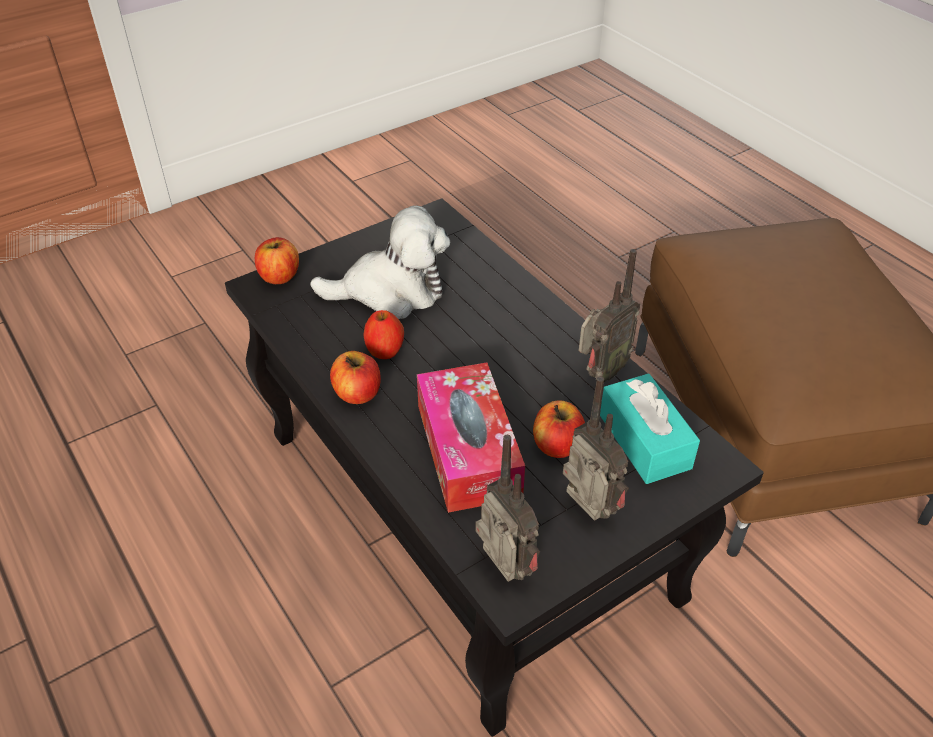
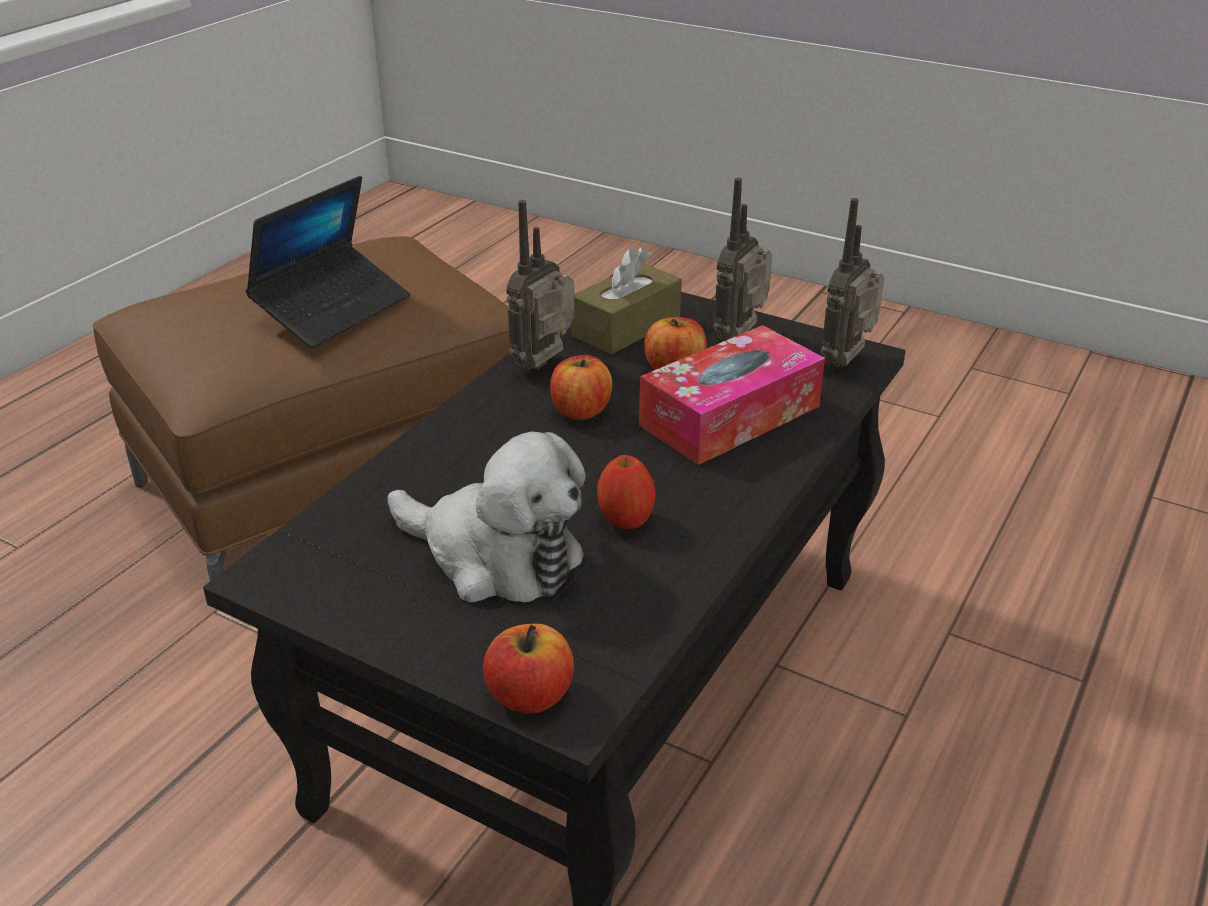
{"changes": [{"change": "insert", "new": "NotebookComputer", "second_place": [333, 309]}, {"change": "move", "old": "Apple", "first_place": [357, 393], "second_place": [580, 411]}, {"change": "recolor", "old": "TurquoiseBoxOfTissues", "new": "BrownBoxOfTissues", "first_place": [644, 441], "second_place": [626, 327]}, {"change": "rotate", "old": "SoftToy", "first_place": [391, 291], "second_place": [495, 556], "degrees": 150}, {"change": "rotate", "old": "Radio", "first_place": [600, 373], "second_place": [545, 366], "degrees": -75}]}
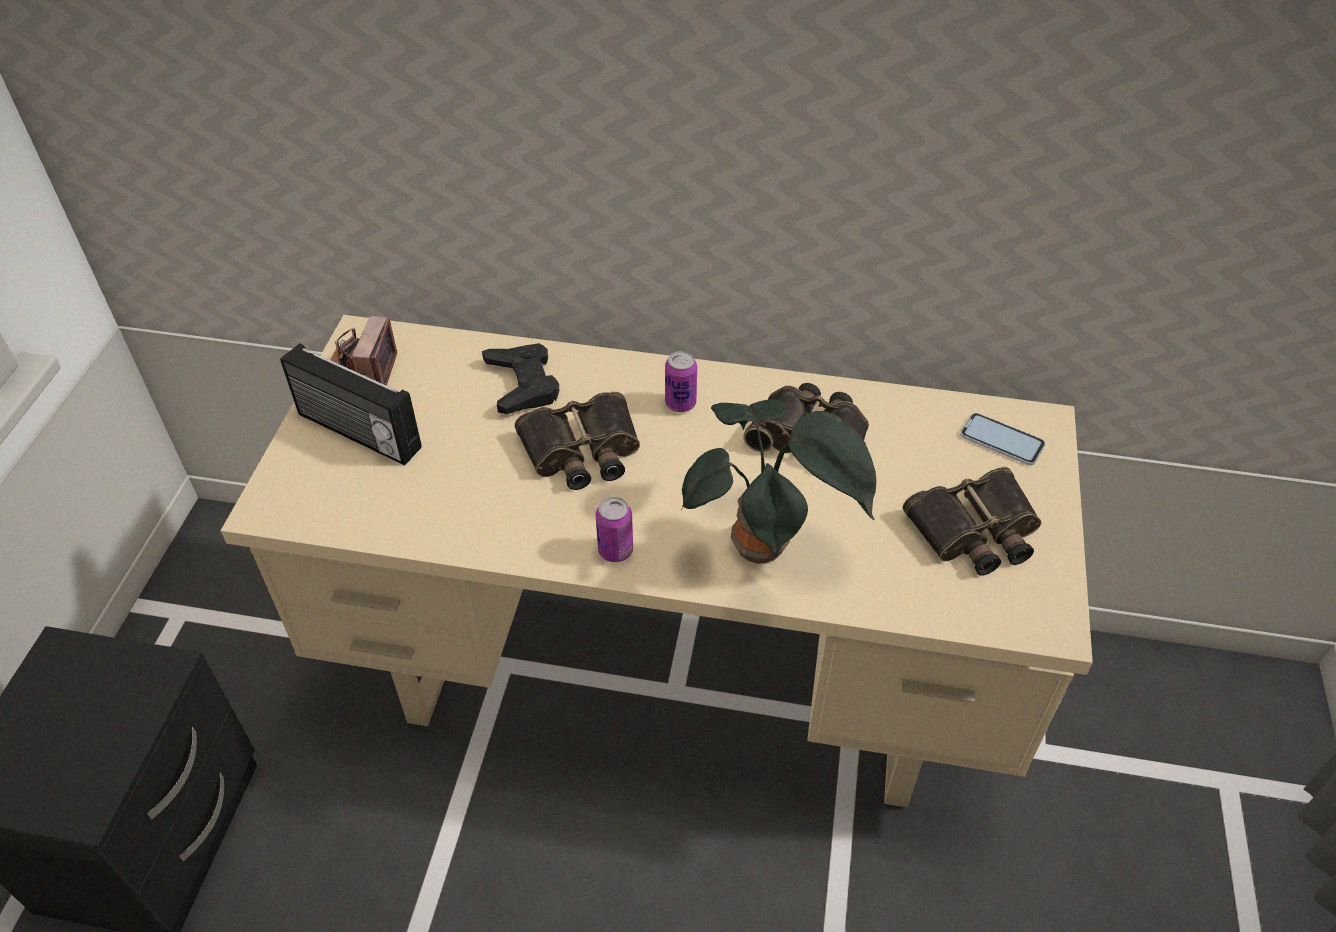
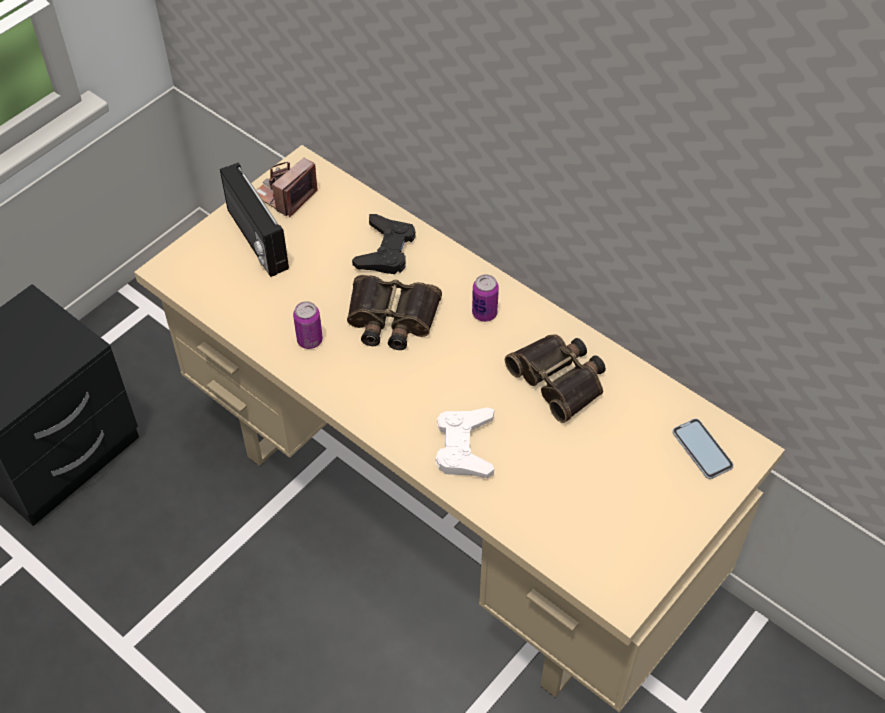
{"changes": [{"change": "delete", "old": "FieldGlasses", "first_place": [975, 532]}, {"change": "move", "old": "Can", "first_place": [615, 550], "second_place": [309, 340]}, {"change": "replace", "old": "PottedPlant", "new": "WhiteColouredJoypad", "first_place": [766, 548], "second_place": [465, 447]}]}
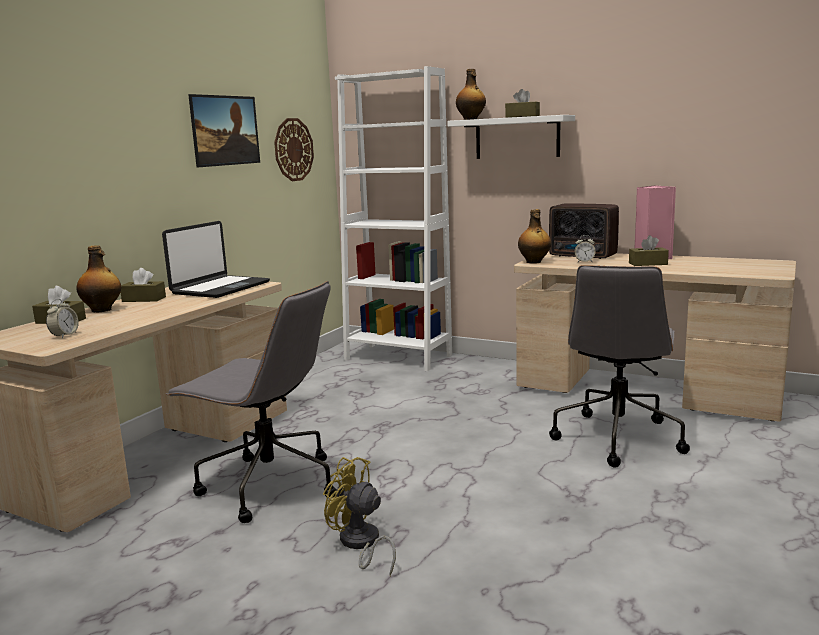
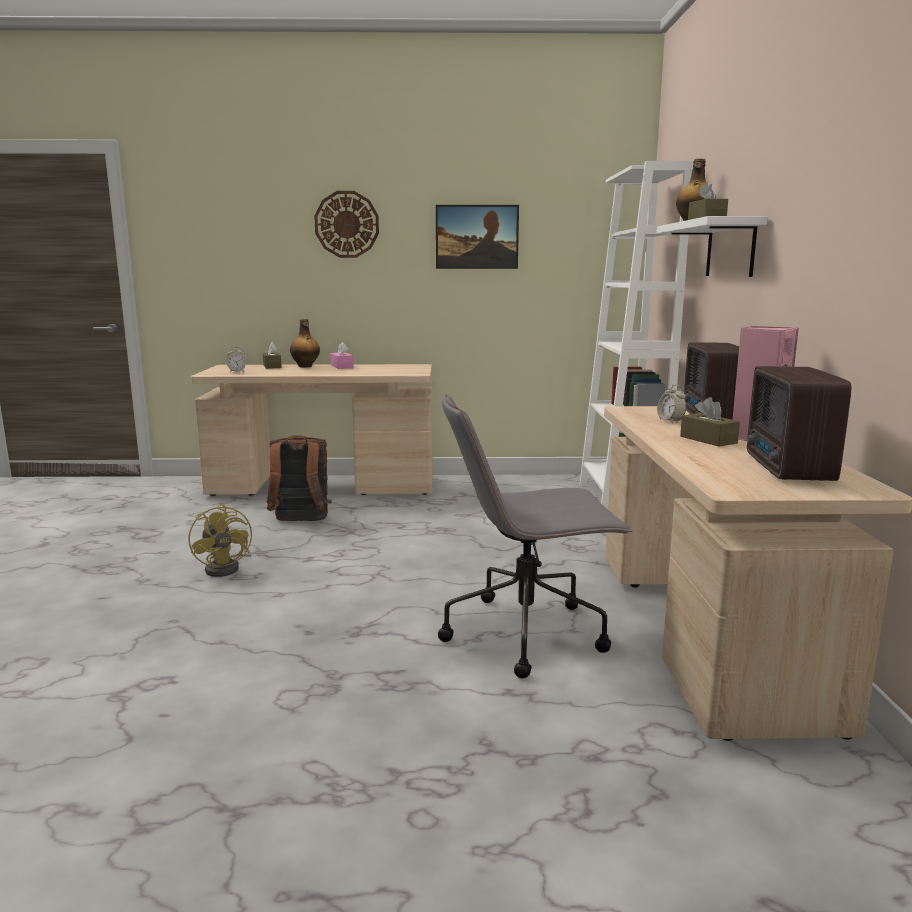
{"changes": [{"change": "delete", "old": "NotebookComputer", "first_place": [220, 288]}, {"change": "delete", "old": "BeverageBottle", "first_place": [534, 262]}, {"change": "insert", "new": "Radio", "second_place": [787, 469]}, {"change": "move", "old": "ClockOnTheWall", "first_place": [293, 149], "second_place": [347, 224]}, {"change": "replace", "old": "GreyishComputerChair", "new": "BrownKnapsack", "first_place": [267, 486], "second_place": [300, 522]}, {"change": "recolor", "old": "BrownBoxOfTissues", "new": "PinkBoxOfTissues", "first_place": [144, 299], "second_place": [342, 366]}, {"change": "rotate", "old": "YellowColouredElectricFan", "first_place": [360, 544], "second_place": [227, 568], "degrees": 150}]}
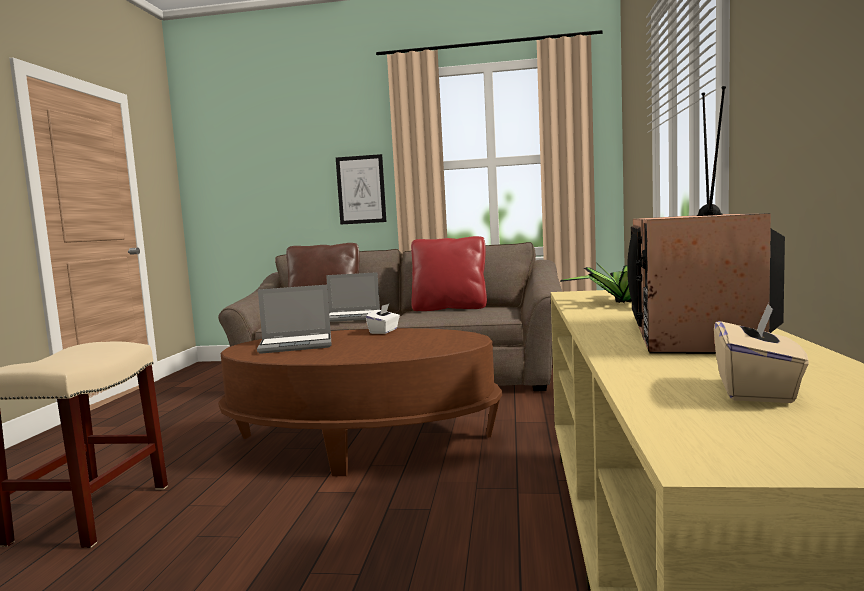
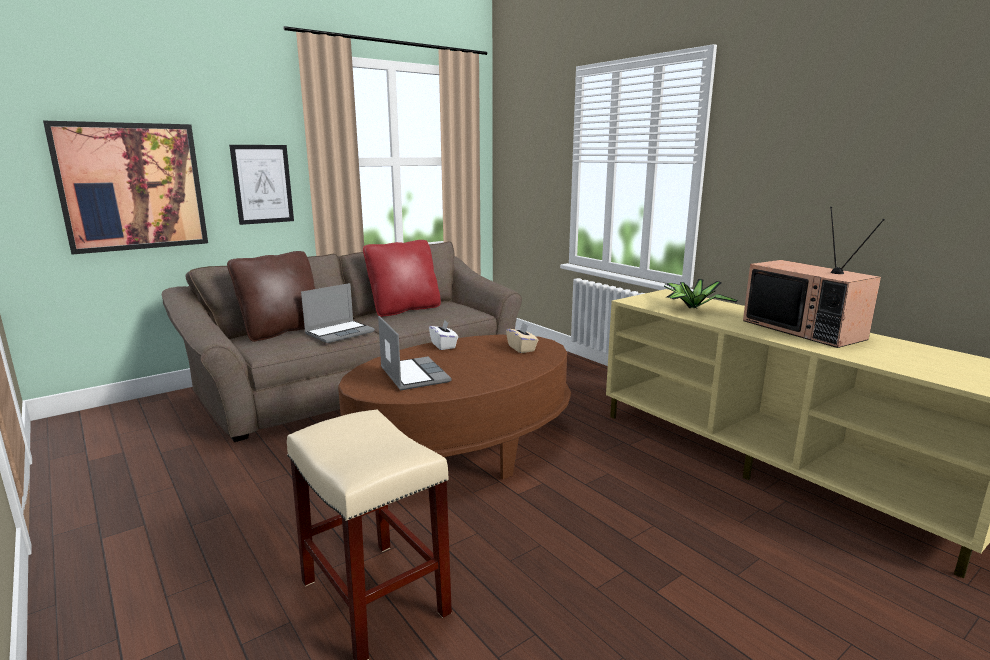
{"changes": [{"change": "insert", "new": "WallPicture", "second_place": [132, 187]}, {"change": "move", "old": "BeigeColouredBoxOfTissues", "first_place": [756, 390], "second_place": [521, 348]}, {"change": "rotate", "old": "NotebookComputer", "first_place": [297, 345], "second_place": [413, 375], "degrees": -60}]}
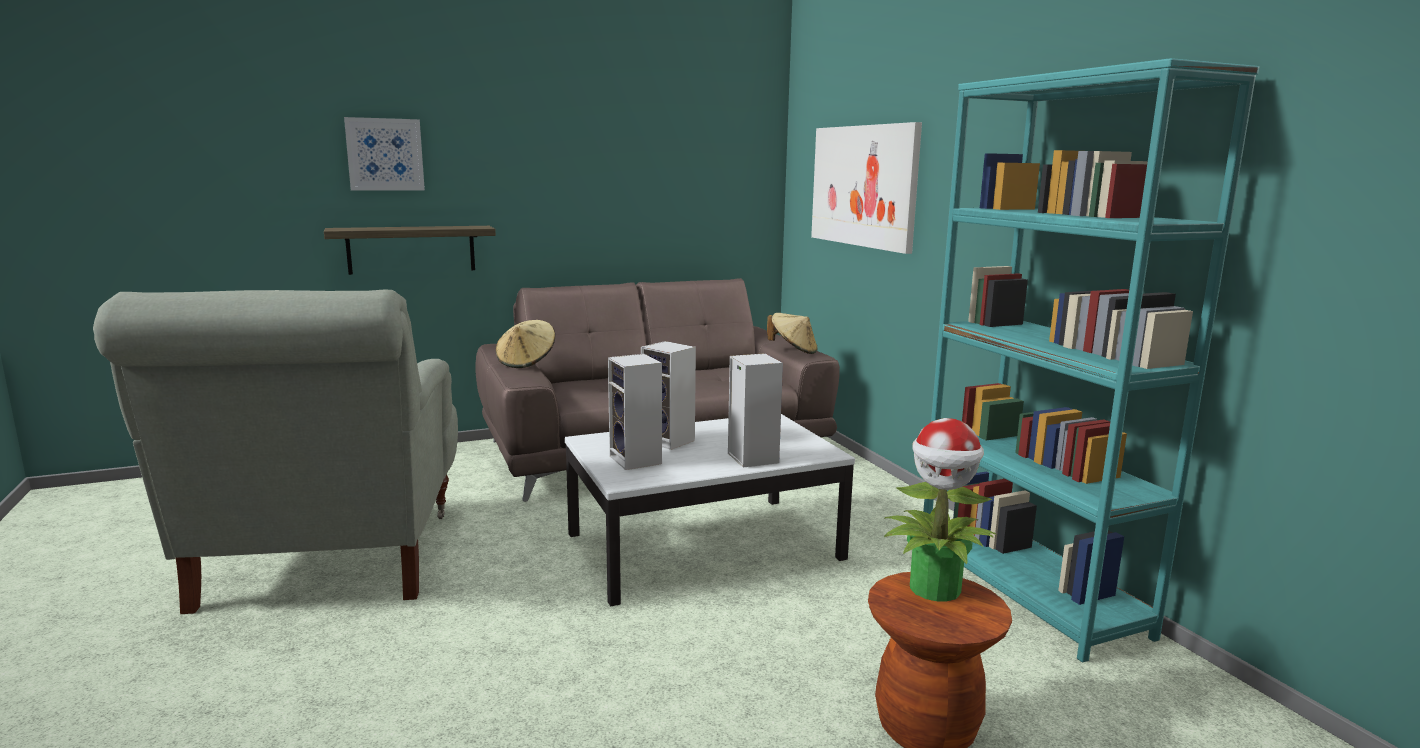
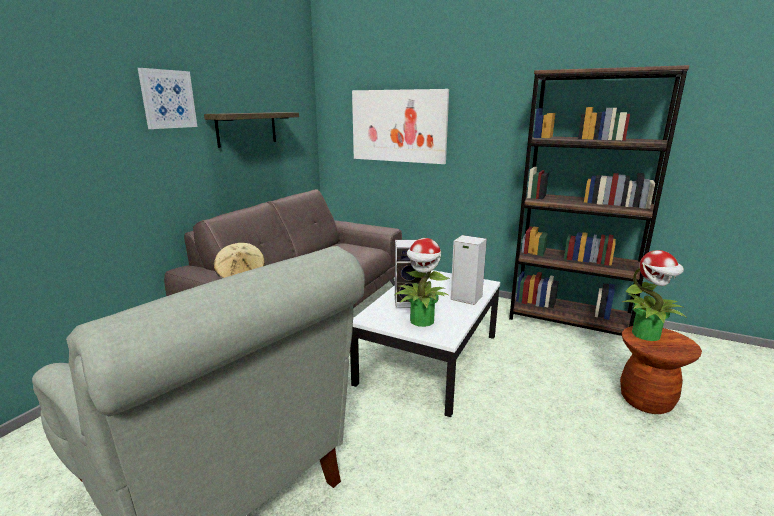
{"changes": [{"change": "delete", "old": "BeigeColouredHat", "first_place": [793, 351]}, {"change": "move", "old": "BracketShelf", "first_place": [411, 249], "second_place": [247, 128]}, {"change": "move", "old": "WallPicture", "first_place": [385, 154], "second_place": [168, 99]}, {"change": "replace", "old": "Loudspeaker", "new": "PottedPlant", "first_place": [637, 460], "second_place": [422, 321]}, {"change": "recolor", "old": "TurquoiseBookshelf", "new": "BrownBookshelf", "first_place": [1028, 591], "second_place": [568, 321]}]}
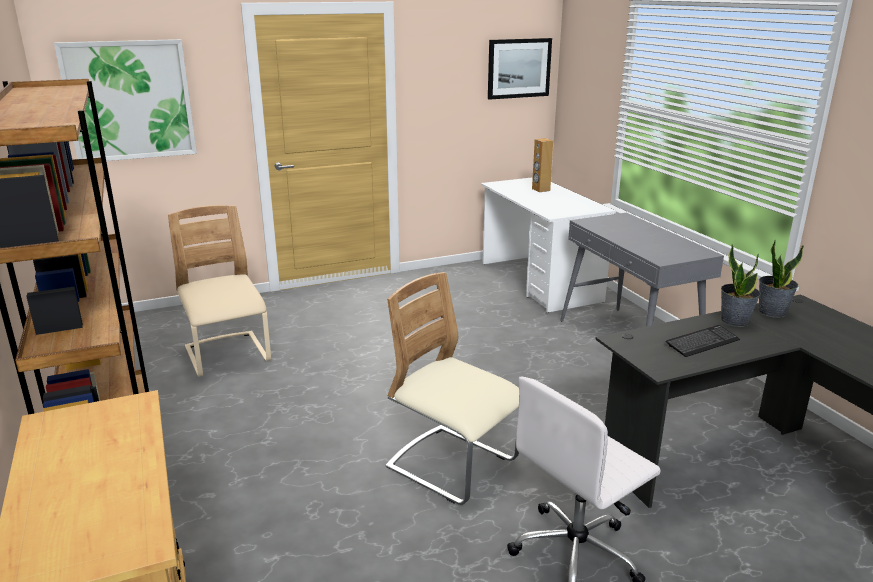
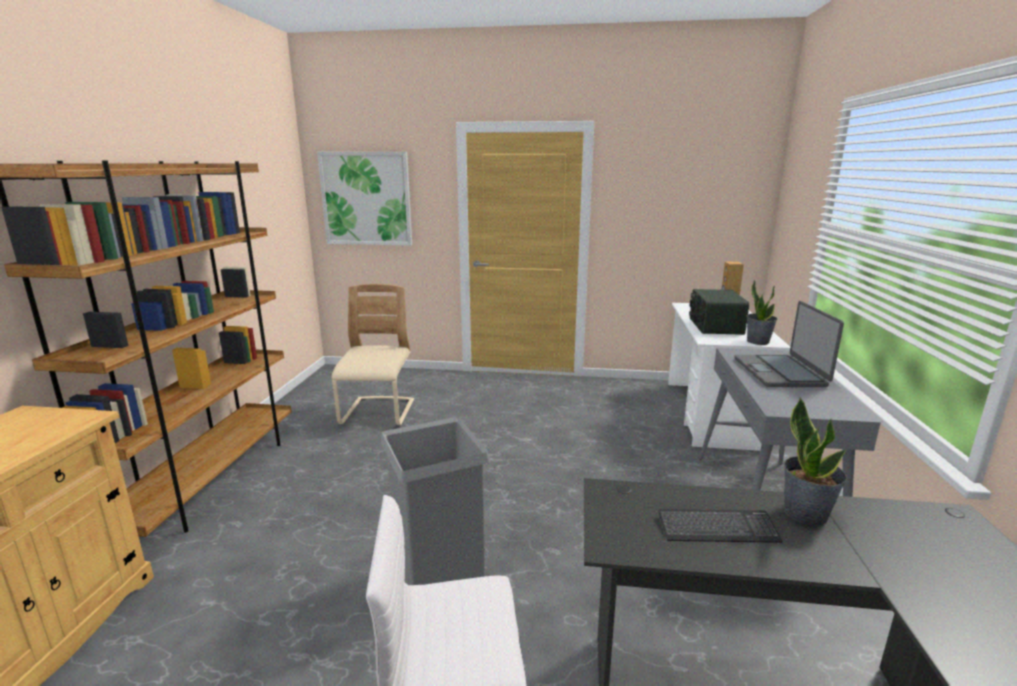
{"changes": [{"change": "delete", "old": "WallPicture", "first_place": [519, 68]}, {"change": "insert", "new": "Radio", "second_place": [714, 326]}, {"change": "insert", "new": "NotebookComputer", "second_place": [780, 372]}, {"change": "move", "old": "PottedPlant", "first_place": [772, 312], "second_place": [758, 341]}, {"change": "replace", "old": "BeigeColouredPlainChair", "new": "GreyishTrashCan", "first_place": [452, 465], "second_place": [440, 576]}]}
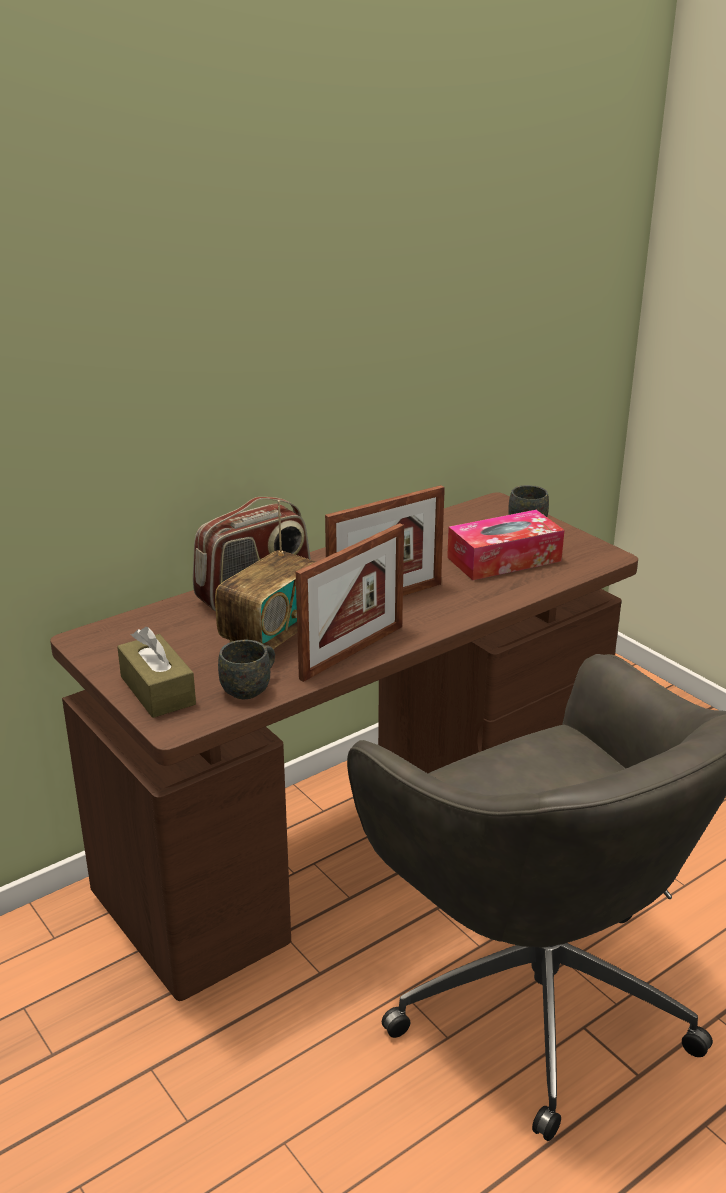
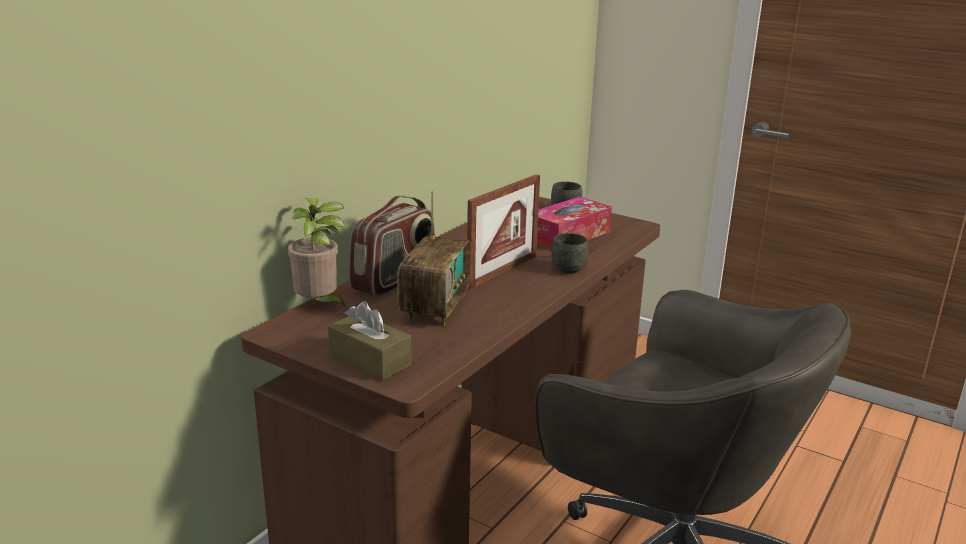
{"changes": [{"change": "delete", "old": "PhotoFrame", "first_place": [352, 652]}, {"change": "insert", "new": "PottedPlant", "second_place": [319, 305]}, {"change": "move", "old": "GreyishTeaMug", "first_place": [251, 688], "second_place": [570, 267]}]}
